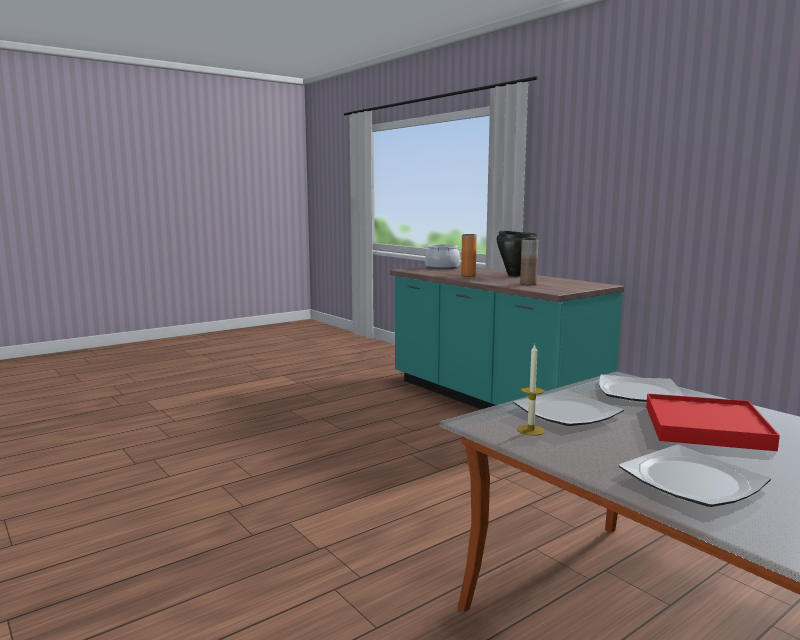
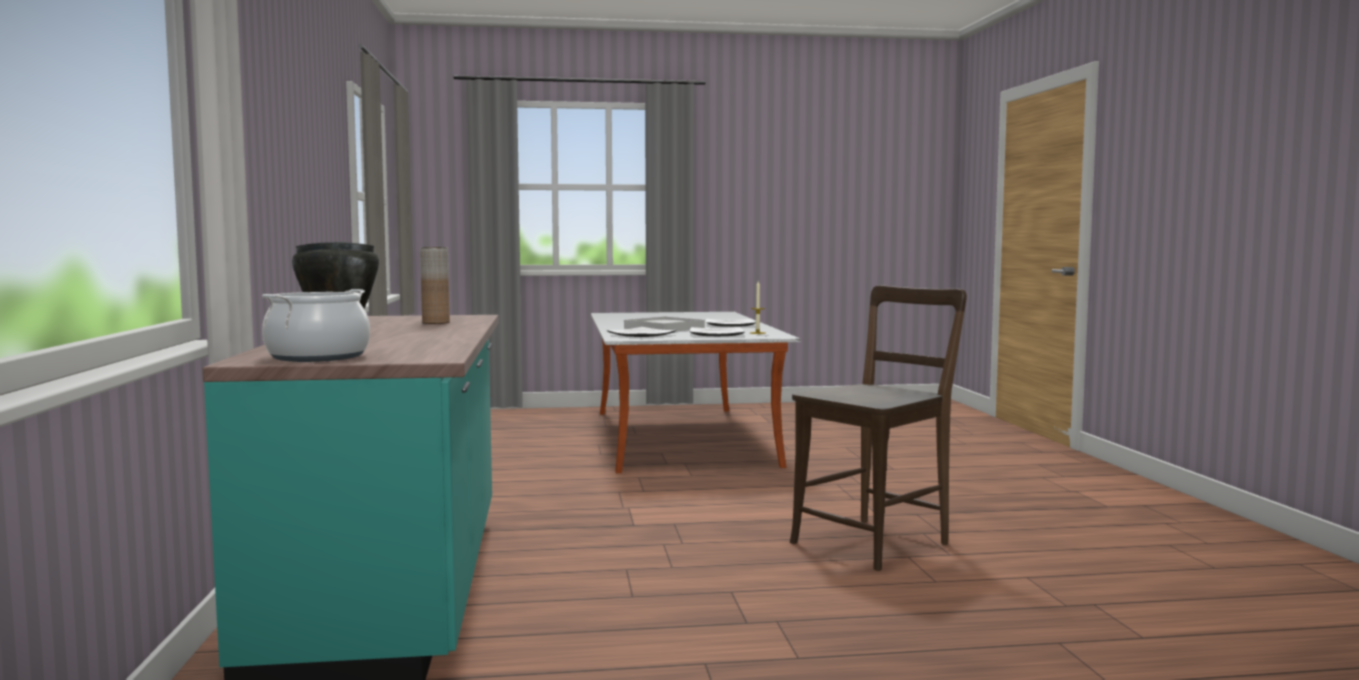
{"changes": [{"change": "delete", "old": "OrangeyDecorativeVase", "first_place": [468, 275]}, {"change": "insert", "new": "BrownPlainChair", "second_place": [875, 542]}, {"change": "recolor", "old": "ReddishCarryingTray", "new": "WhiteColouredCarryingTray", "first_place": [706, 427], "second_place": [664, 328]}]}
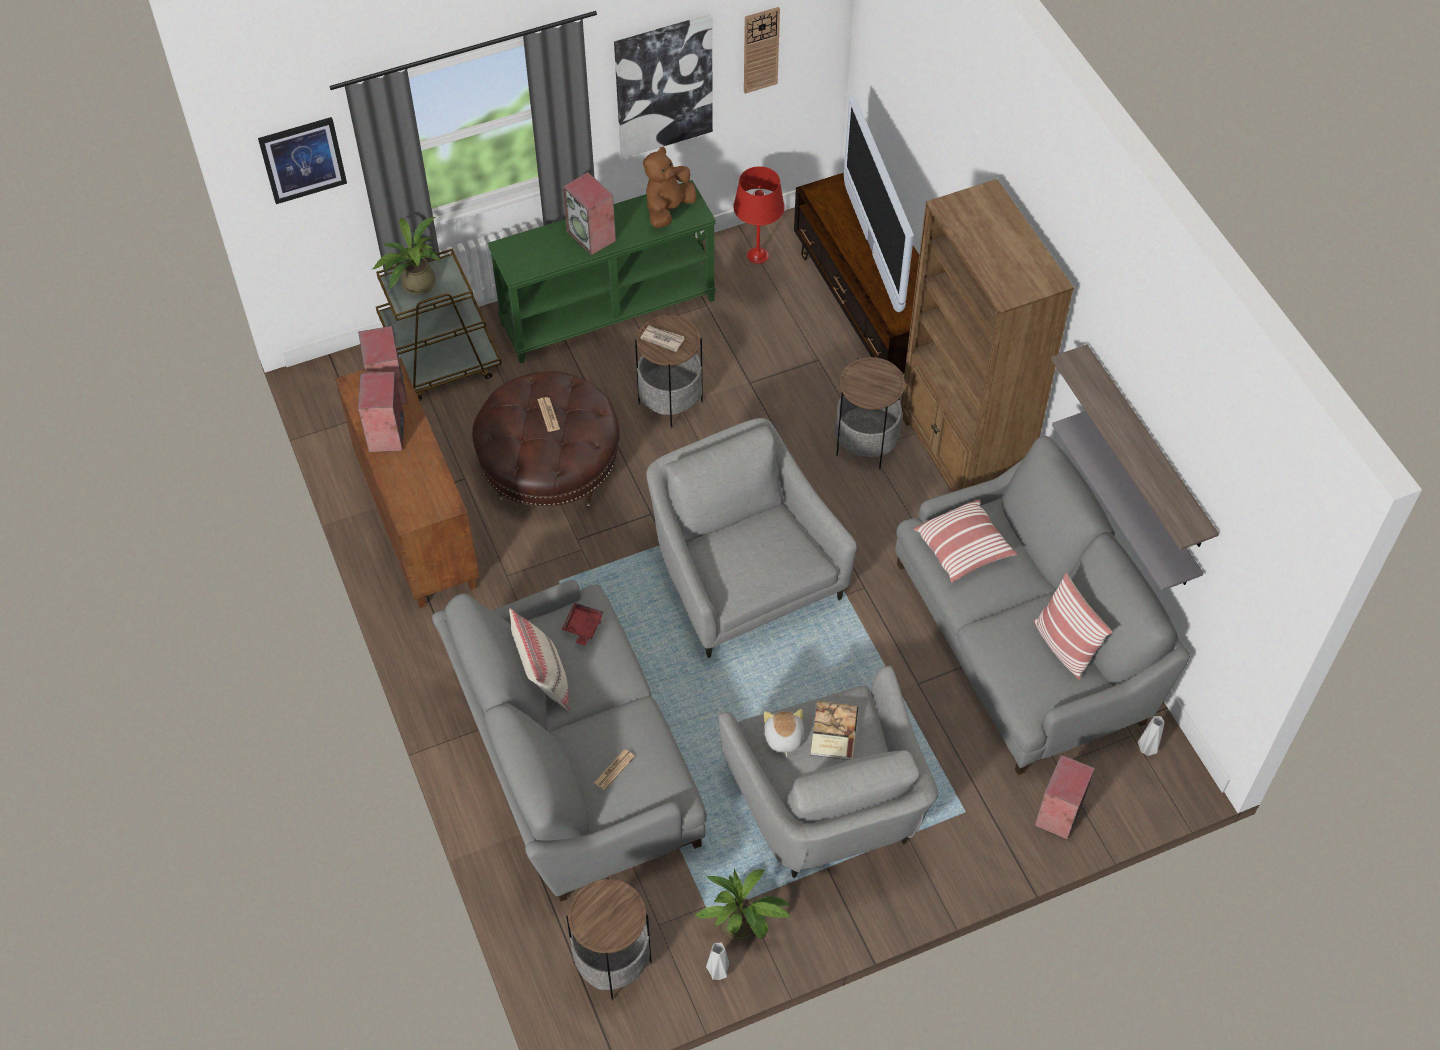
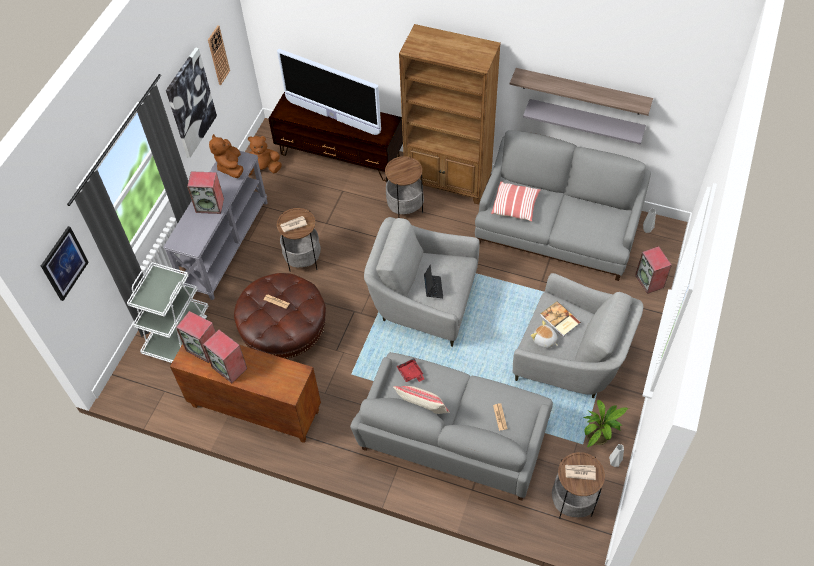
{"changes": [{"change": "delete", "old": "PottedPlant", "first_place": [414, 285]}, {"change": "delete", "old": "Pillow", "first_place": [1064, 646]}, {"change": "insert", "new": "NotebookComputer", "second_place": [433, 288]}, {"change": "insert", "new": "PrintedPaper", "second_place": [580, 472]}, {"change": "replace", "old": "ReddishTableLamp", "new": "BrownSoftToy", "first_place": [758, 255], "second_place": [262, 169]}, {"change": "recolor", "old": "BrownCart", "new": "WhiteColouredCart", "first_place": [441, 367], "second_place": [177, 333]}, {"change": "recolor", "old": "GreenConsoleTable", "new": "GreyishConsoleTable", "first_place": [608, 311], "second_place": [225, 244]}]}
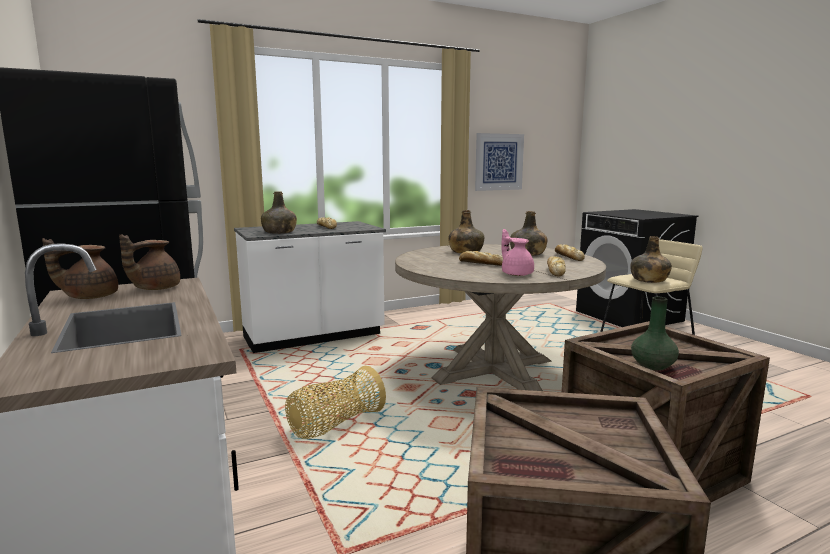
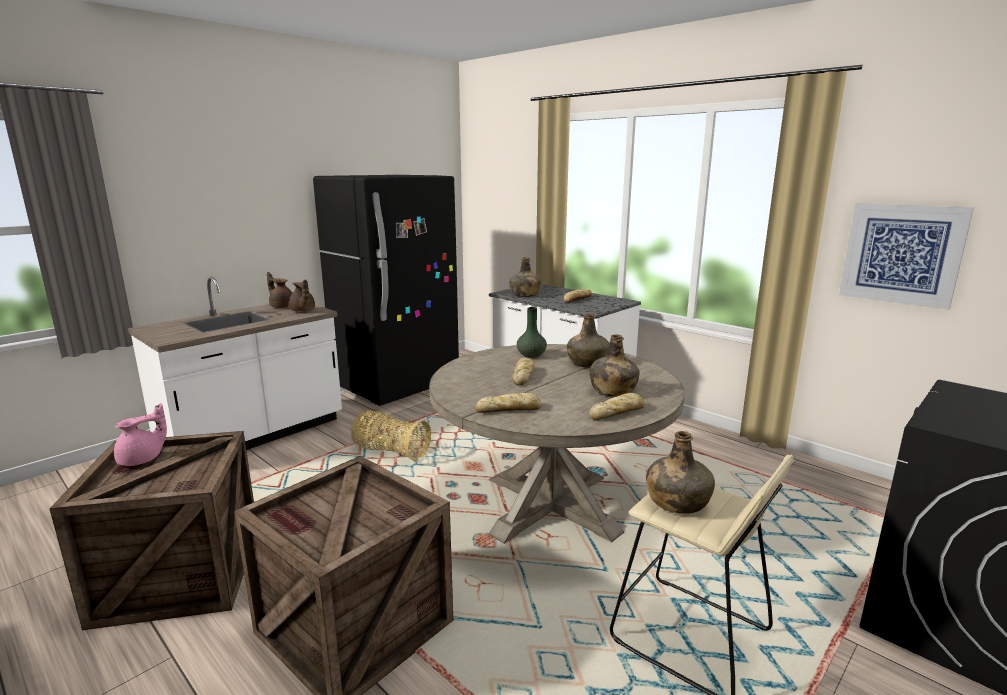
{"changes": [{"change": "move", "old": "PinkTeaPot", "first_place": [516, 274], "second_place": [142, 460]}, {"change": "move", "old": "GreenDecorativeVase", "first_place": [653, 365], "second_place": [531, 355]}, {"change": "rotate", "old": "BrownTeaPot", "first_place": [154, 288], "second_place": [302, 311], "degrees": -135}]}
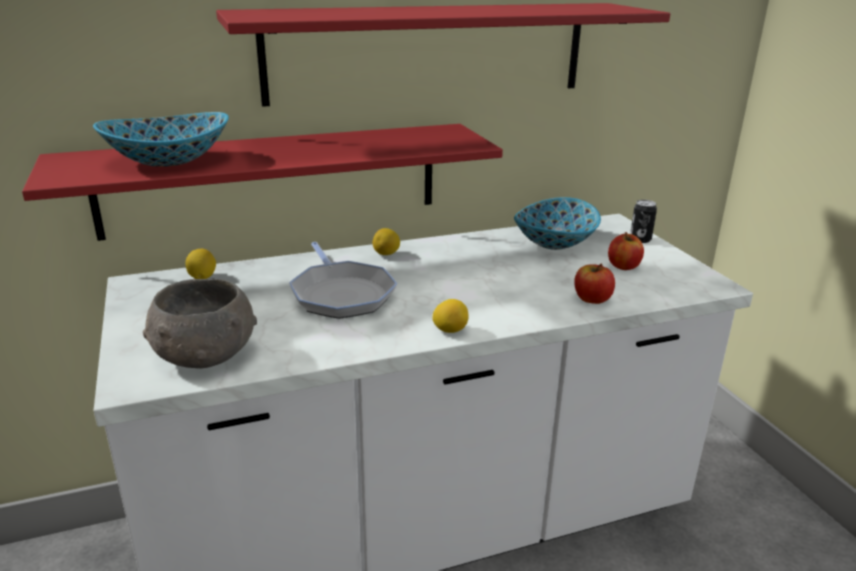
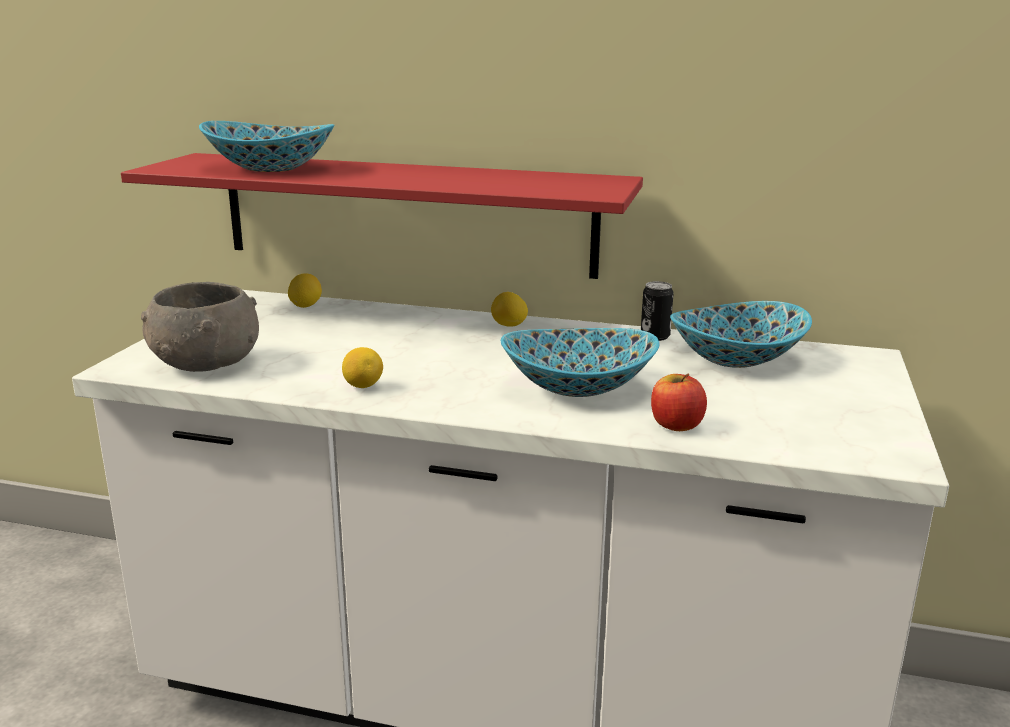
{"changes": [{"change": "delete", "old": "ReddishBracketShelf", "first_place": [429, 52]}, {"change": "delete", "old": "Skillet", "first_place": [341, 294]}, {"change": "delete", "old": "Apple", "first_place": [623, 266]}, {"change": "insert", "new": "DeepDish", "second_place": [577, 387]}, {"change": "move", "old": "Lemon", "first_place": [450, 330], "second_place": [363, 386]}, {"change": "move", "old": "Can", "first_place": [640, 239], "second_place": [655, 336]}]}
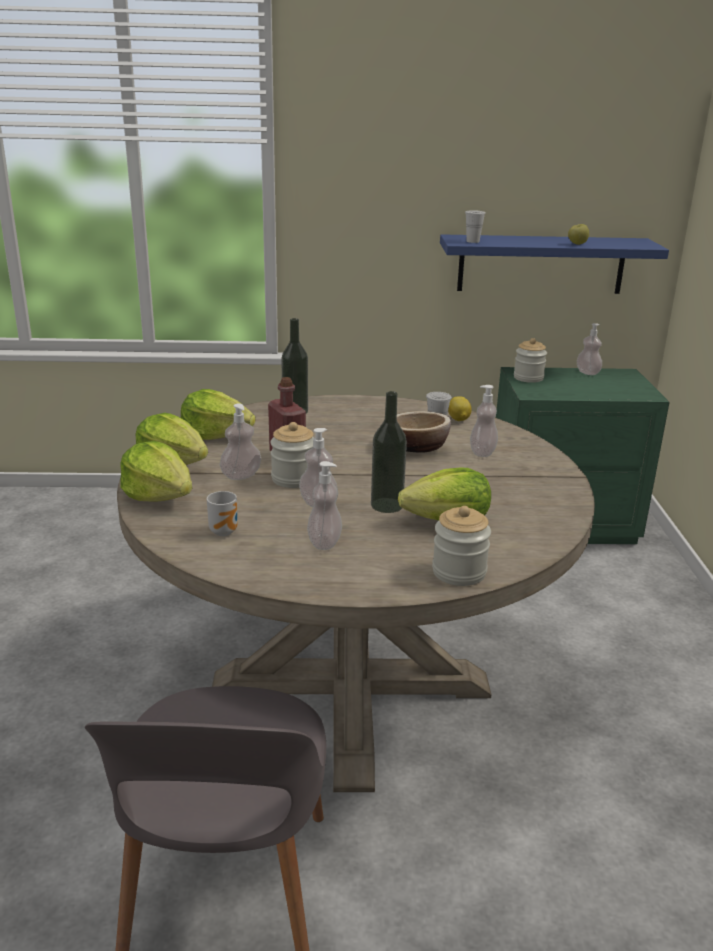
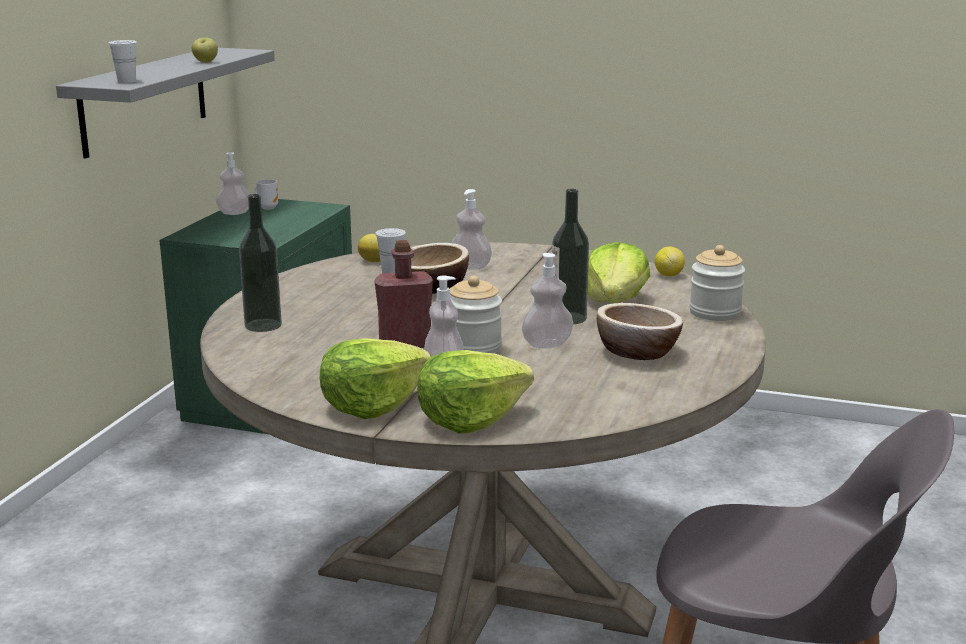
{"changes": [{"change": "delete", "old": "LettuceHead", "first_place": [216, 435]}, {"change": "delete", "old": "PreserveJar", "first_place": [528, 378]}, {"change": "insert", "new": "Lemon", "second_place": [668, 275]}, {"change": "move", "old": "TeaMug", "first_place": [225, 531], "second_place": [267, 207]}, {"change": "replace", "old": "SoapBottle", "new": "DeepDish", "first_place": [324, 542], "second_place": [637, 352]}, {"change": "recolor", "old": "BlueBracketShelf", "new": "GreyishBracketShelf", "first_place": [541, 264], "second_place": [144, 100]}]}
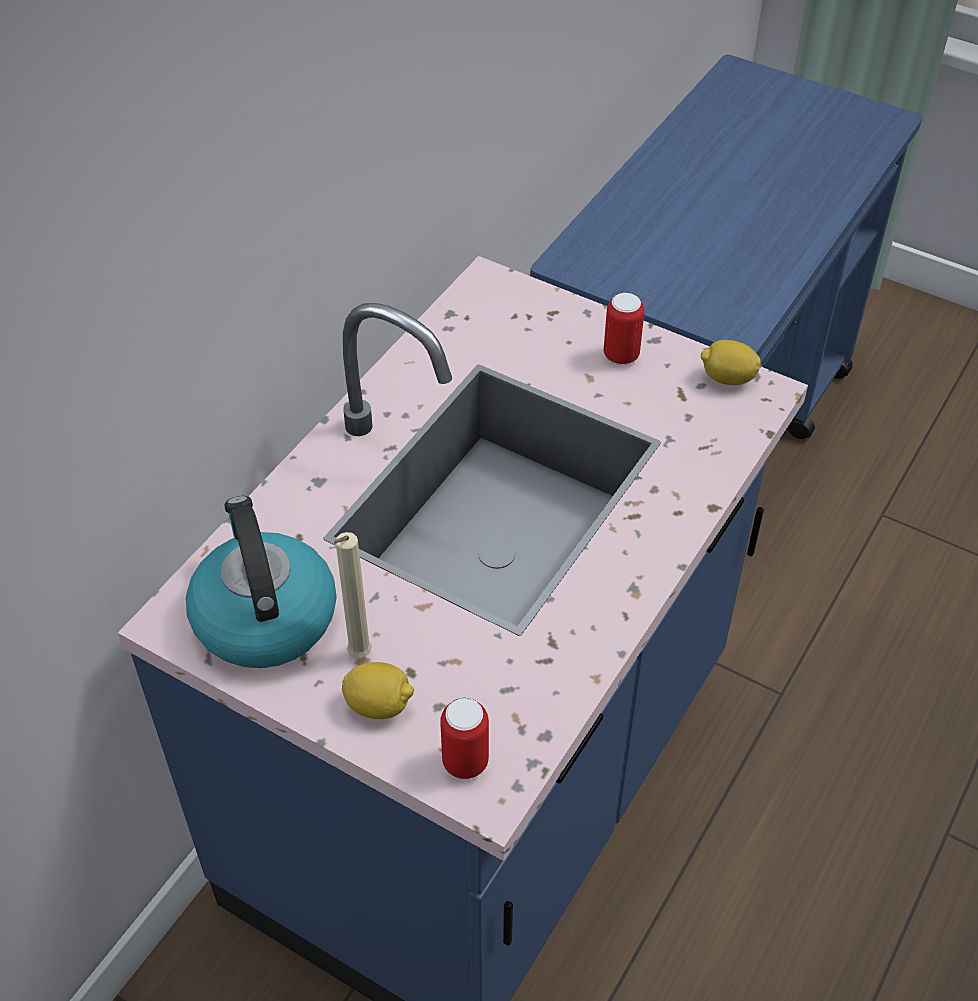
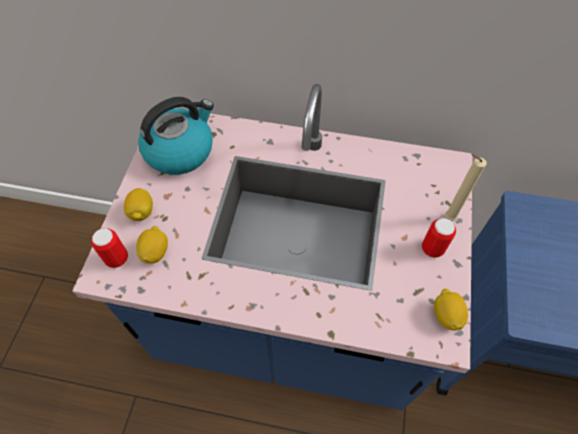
{"changes": [{"change": "insert", "new": "Lemon", "second_place": [155, 252]}, {"change": "move", "old": "BeigeColouredCandle", "first_place": [357, 657], "second_place": [447, 218]}]}
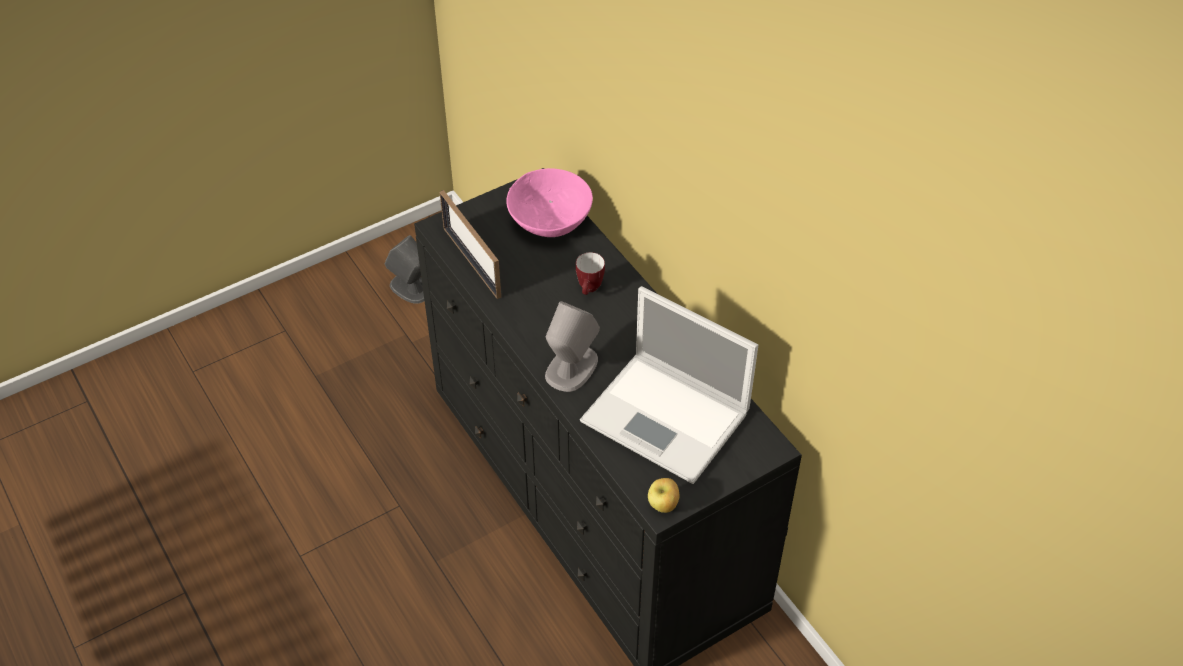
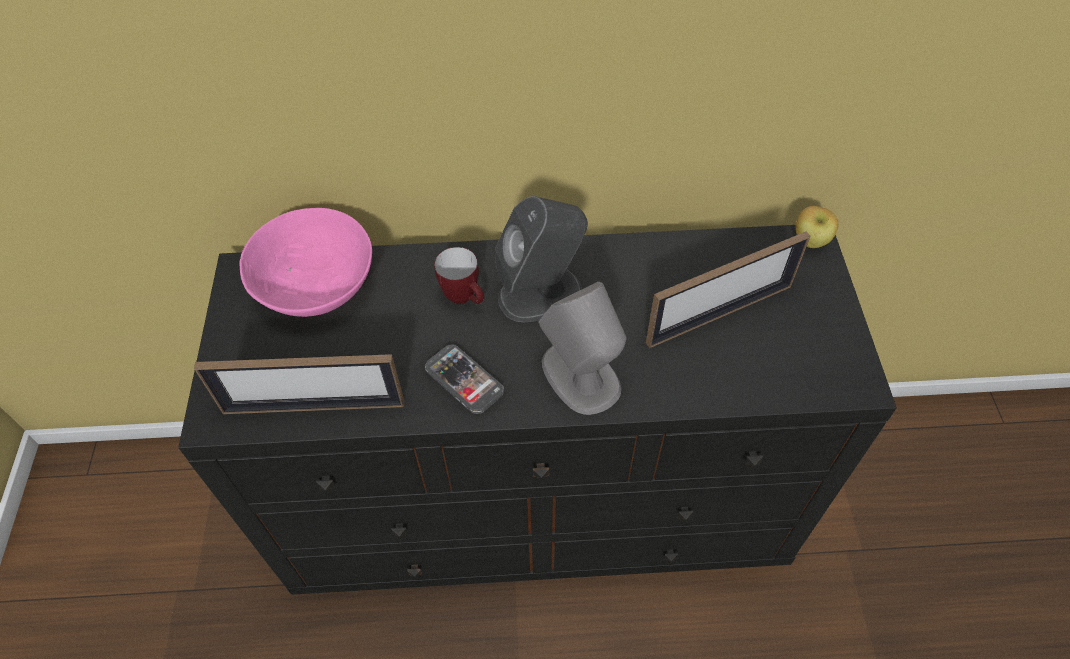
{"changes": [{"change": "insert", "new": "Handset", "second_place": [464, 380]}, {"change": "move", "old": "GreyishLoudspeaker", "first_place": [411, 288], "second_place": [541, 294]}, {"change": "move", "old": "Apple", "first_place": [663, 505], "second_place": [810, 241]}, {"change": "replace", "old": "NotebookComputer", "new": "PhotoFrame", "first_place": [668, 418], "second_place": [719, 314]}]}
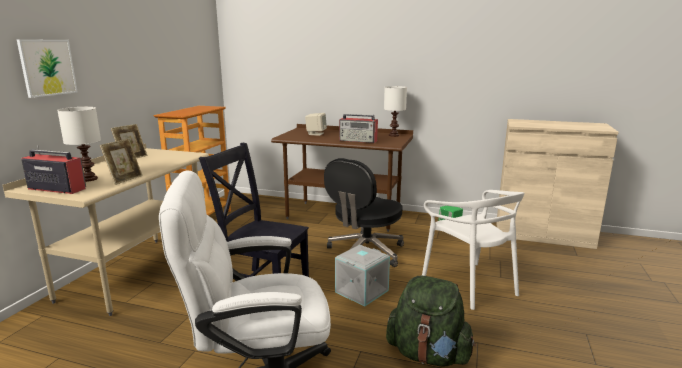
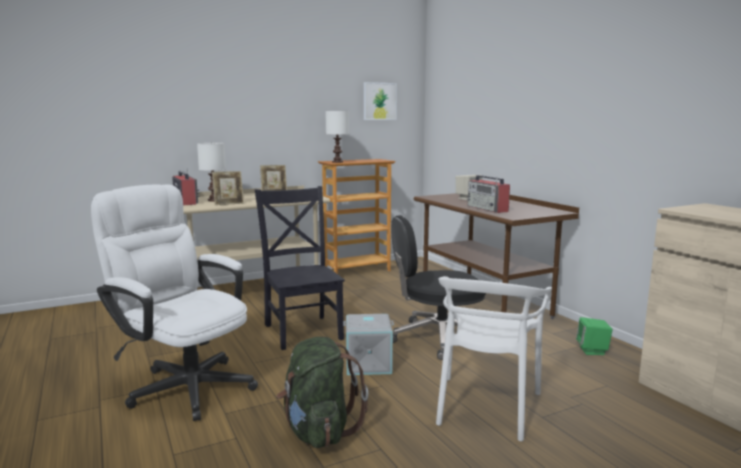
{"changes": [{"change": "move", "old": "WallPicture", "first_place": [47, 67], "second_place": [379, 101]}, {"change": "move", "old": "WhiteColouredTableLamp", "first_place": [393, 135], "second_place": [338, 162]}]}
